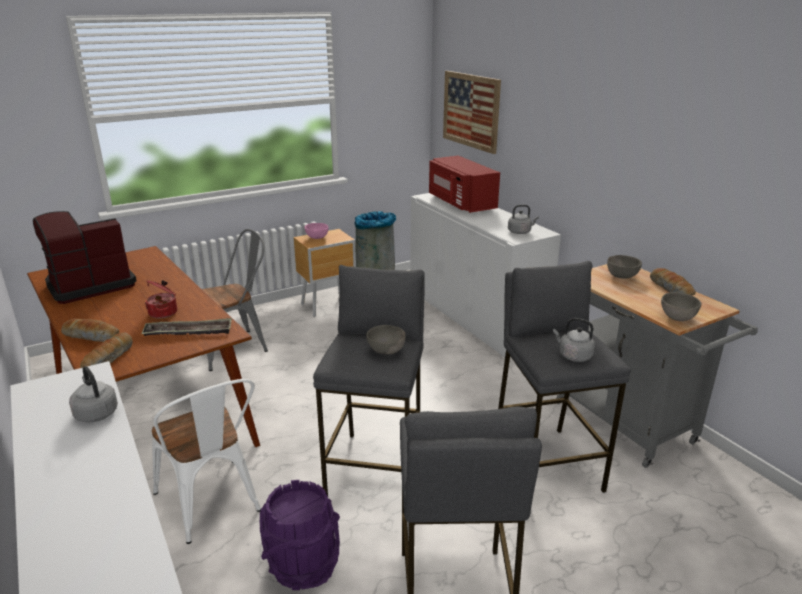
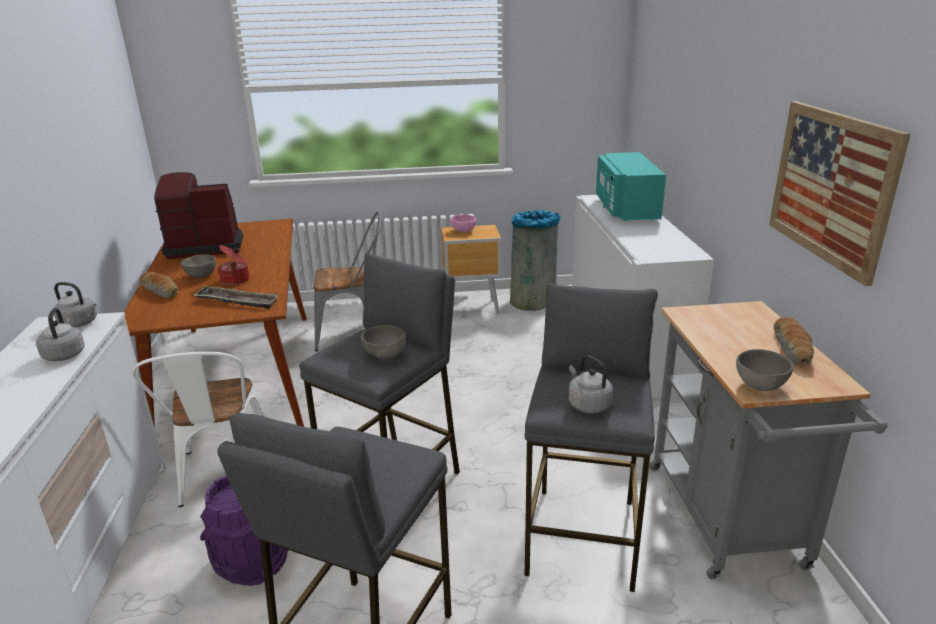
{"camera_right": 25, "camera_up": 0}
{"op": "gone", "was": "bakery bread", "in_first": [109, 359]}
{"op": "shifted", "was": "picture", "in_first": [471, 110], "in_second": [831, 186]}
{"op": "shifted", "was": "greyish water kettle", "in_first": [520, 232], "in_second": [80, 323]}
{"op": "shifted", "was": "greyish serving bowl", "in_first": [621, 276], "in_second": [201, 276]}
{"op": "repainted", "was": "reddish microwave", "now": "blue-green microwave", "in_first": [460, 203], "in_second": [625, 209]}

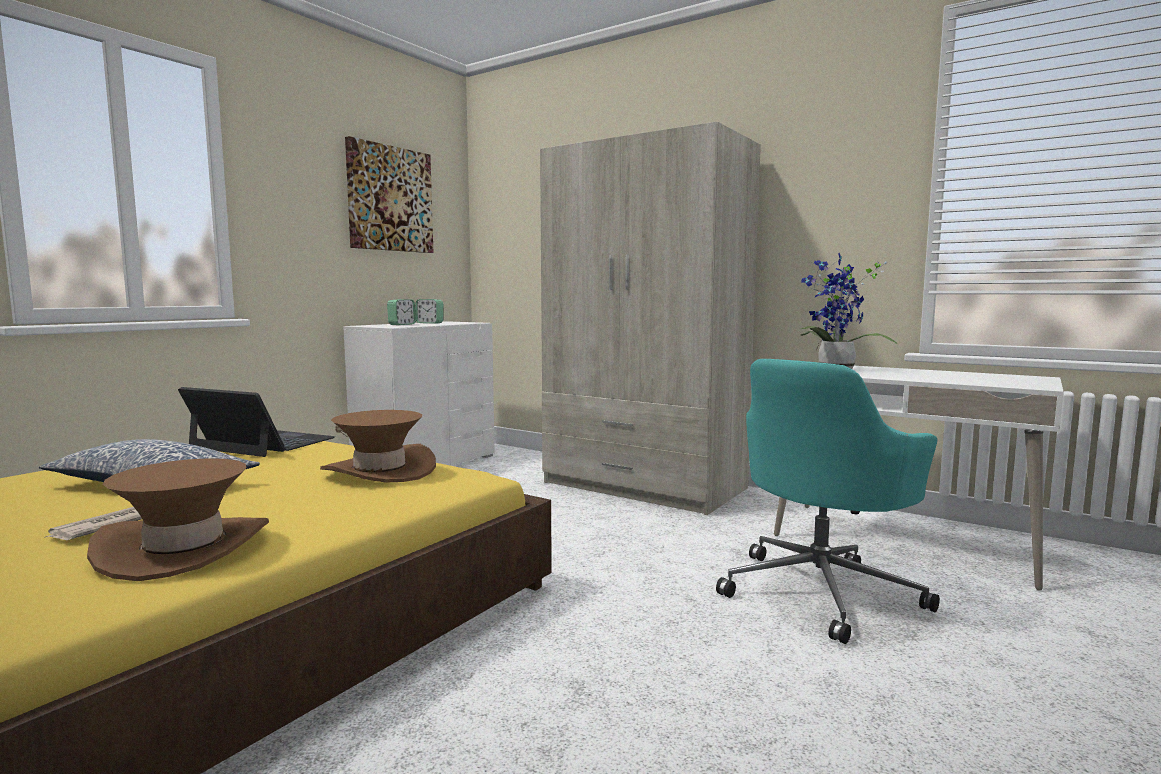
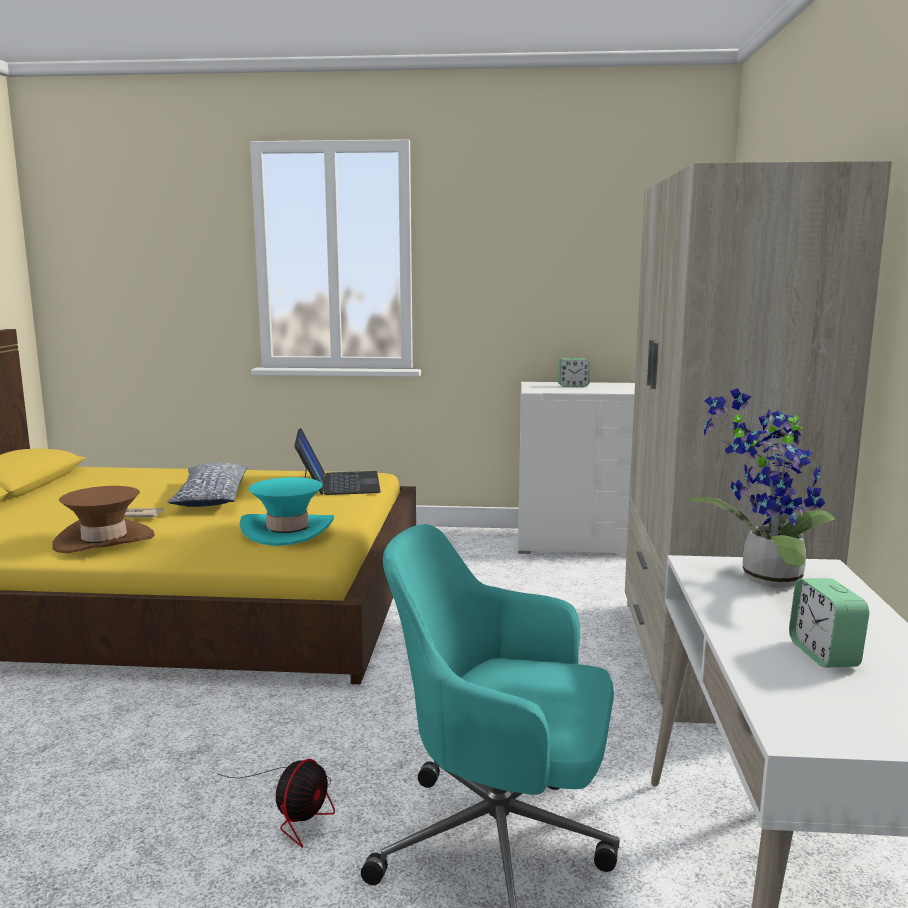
{"camera_right": 60, "camera_up": 5}
{"op": "gone", "was": "picture", "in_first": [389, 199]}
{"op": "new", "now": "electric fan", "in_second": [297, 808]}
{"op": "shifted", "was": "bedside clock", "in_first": [429, 323], "in_second": [823, 654]}
{"op": "repainted", "was": "brown wearable hat", "now": "blue-green wearable hat", "in_first": [379, 471], "in_second": [287, 530]}

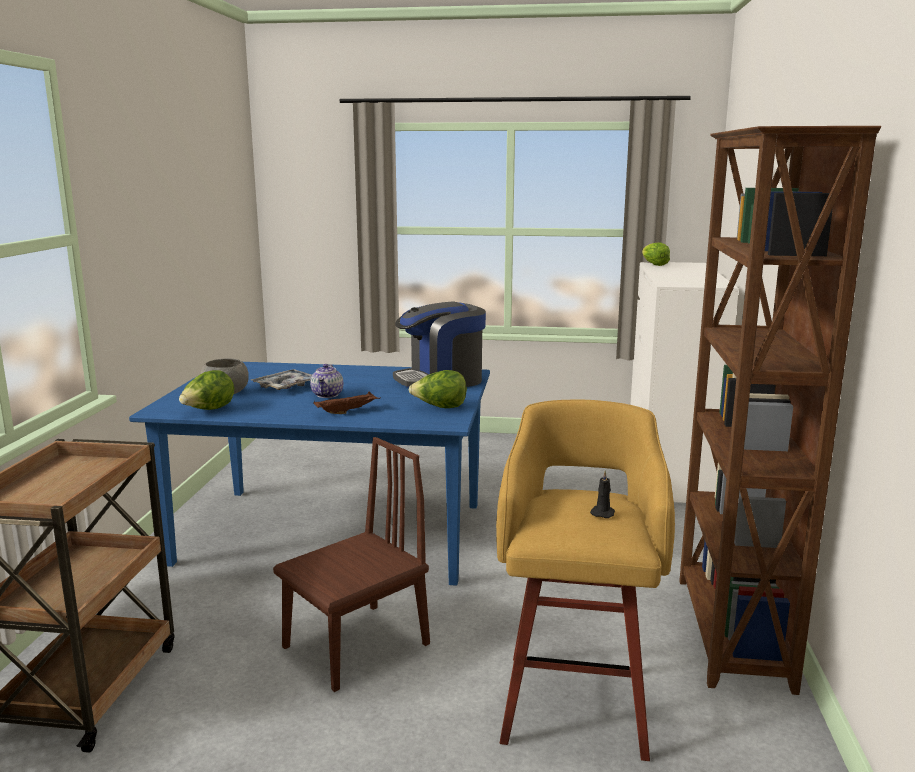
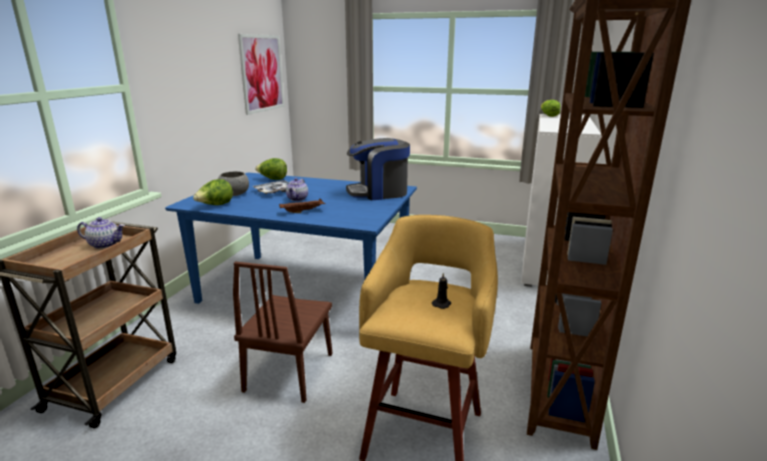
{"camera_right": 10, "camera_up": 5}
{"op": "new", "now": "teapot", "in_second": [105, 244]}
{"op": "new", "now": "picture", "in_second": [262, 73]}
{"op": "shifted", "was": "head of lettuce", "in_first": [440, 408], "in_second": [272, 179]}
{"op": "rotated", "was": "brown upright chair", "in_first": [356, 645], "in_second": [289, 371], "clockwise": 135}

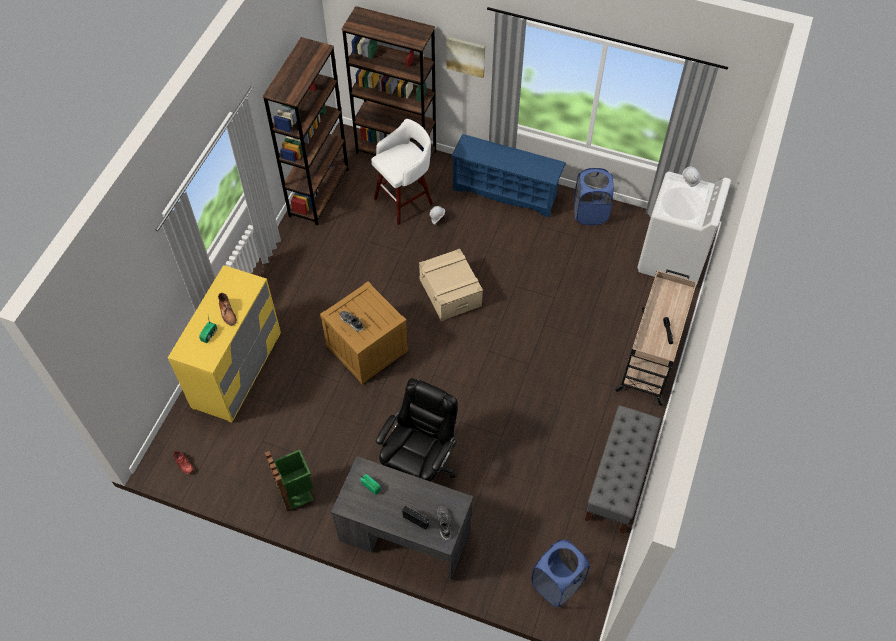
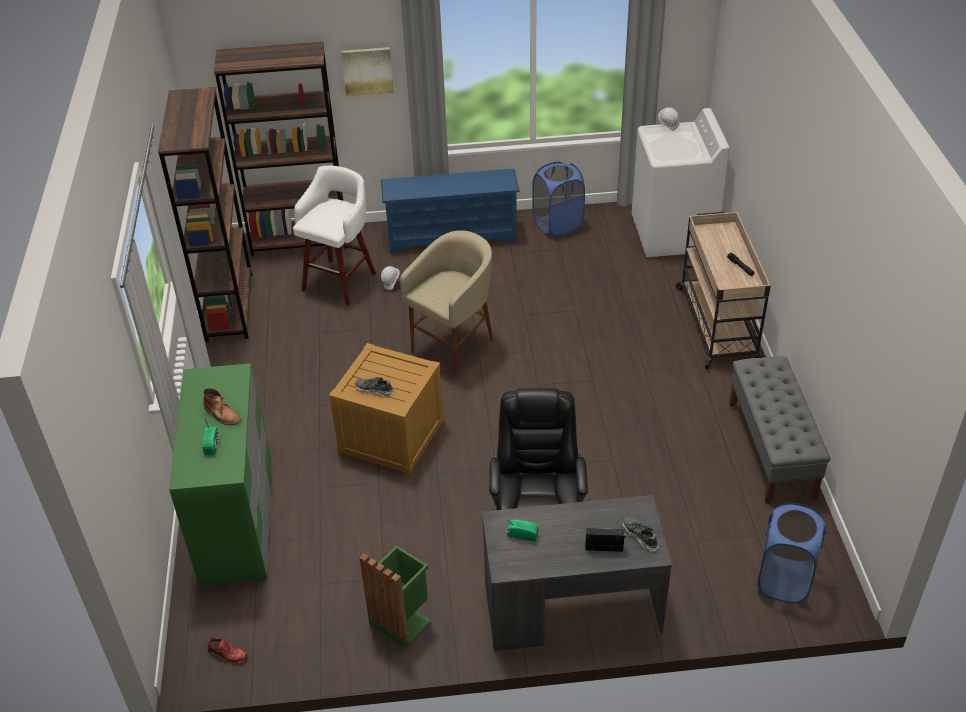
{"camera_right": -25, "camera_up": -15}
{"op": "swapped", "was": "beige-coloured storage box", "now": "beige-coloured stool", "in_first": [450, 292], "in_second": [454, 347]}
{"op": "repainted", "was": "yellowish chest of drawers", "now": "green chest of drawers", "in_first": [237, 370], "in_second": [237, 521]}

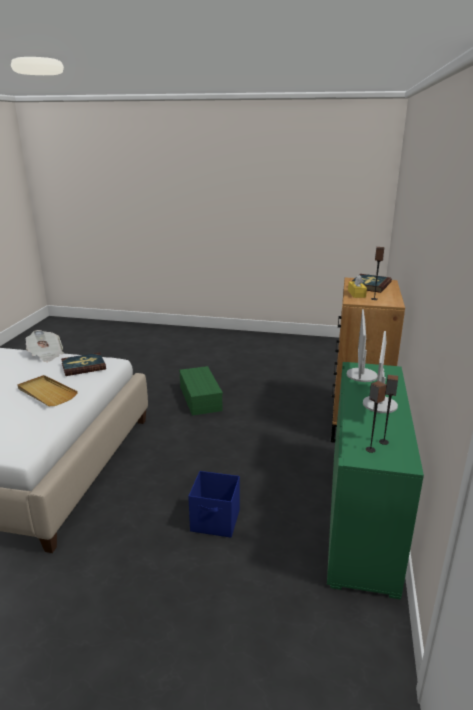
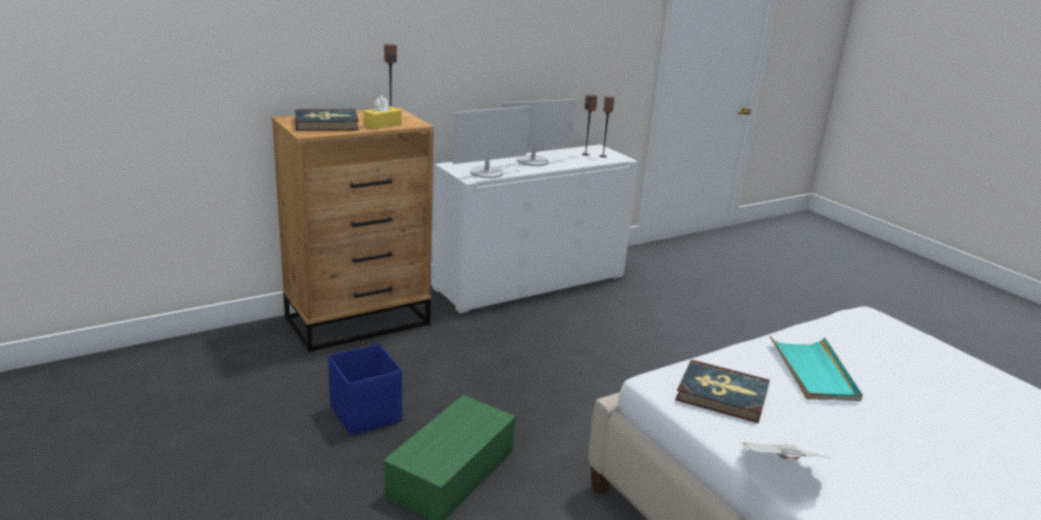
{"camera_right": -135, "camera_up": 0}
{"op": "shifted", "was": "bluish storage box", "in_first": [216, 521], "in_second": [365, 413]}
{"op": "repainted", "was": "beige-coloured serving tray", "now": "blue-green serving tray", "in_first": [46, 393], "in_second": [813, 371]}
{"op": "repainted", "was": "green cupboard", "now": "whitish cupboard", "in_first": [361, 516], "in_second": [530, 282]}

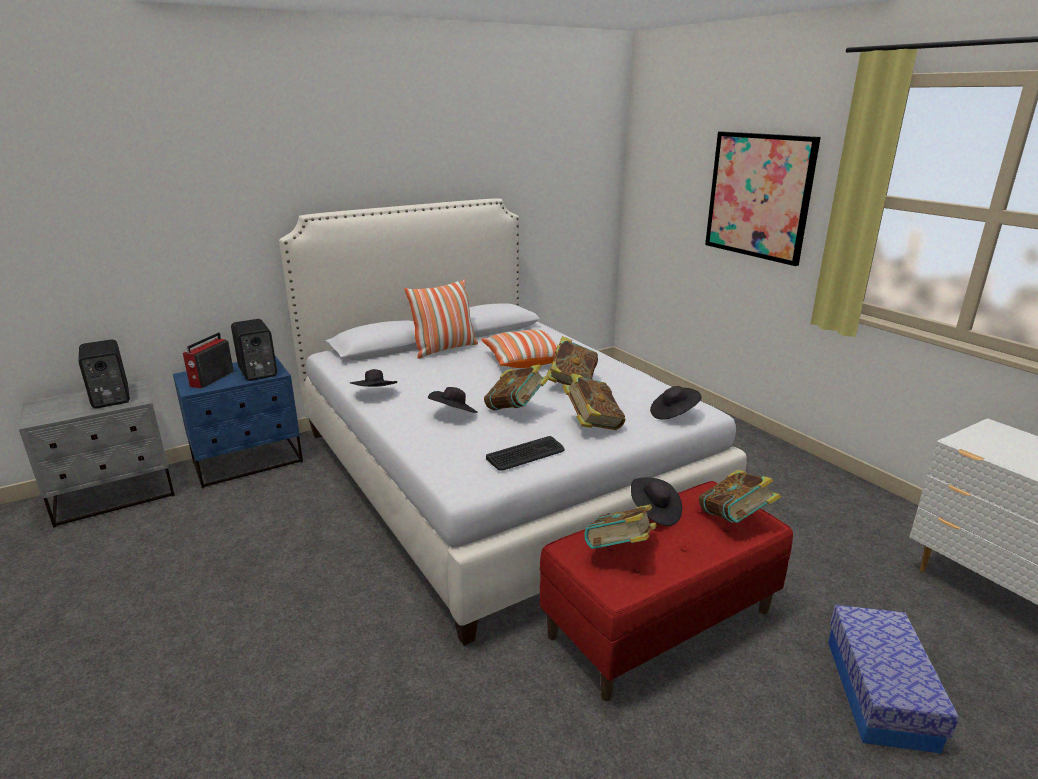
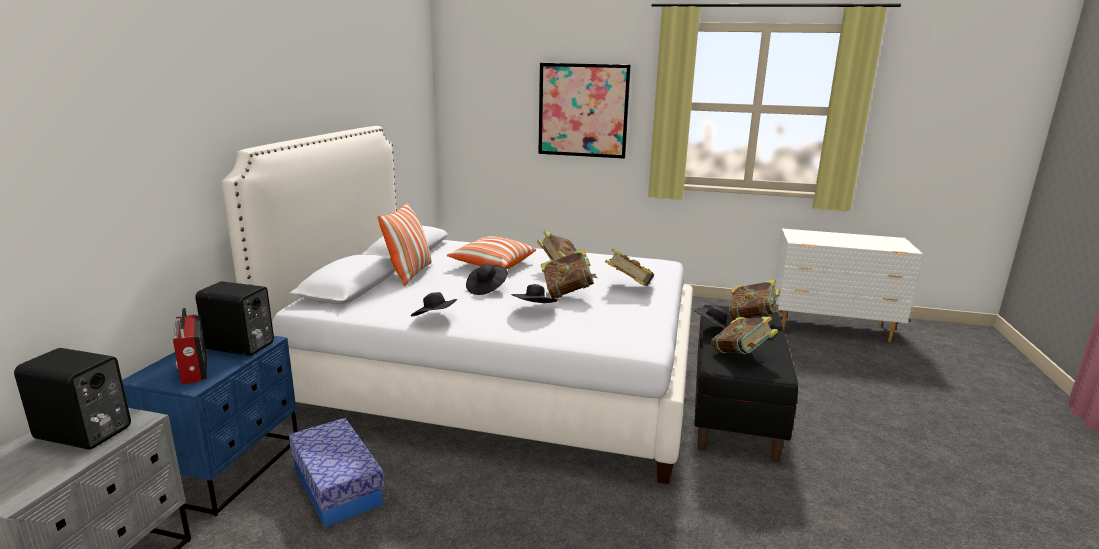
{"camera_right": -45, "camera_up": -5}
{"op": "gone", "was": "PC keyboard", "in_first": [526, 454]}
{"op": "shifted", "was": "black-coloured wearable hat", "in_first": [673, 414], "in_second": [487, 289]}
{"op": "shifted", "was": "storage box", "in_first": [879, 692], "in_second": [337, 486]}
{"op": "repainted", "was": "reddish long seat", "now": "black-coloured long seat", "in_first": [660, 622], "in_second": [734, 410]}

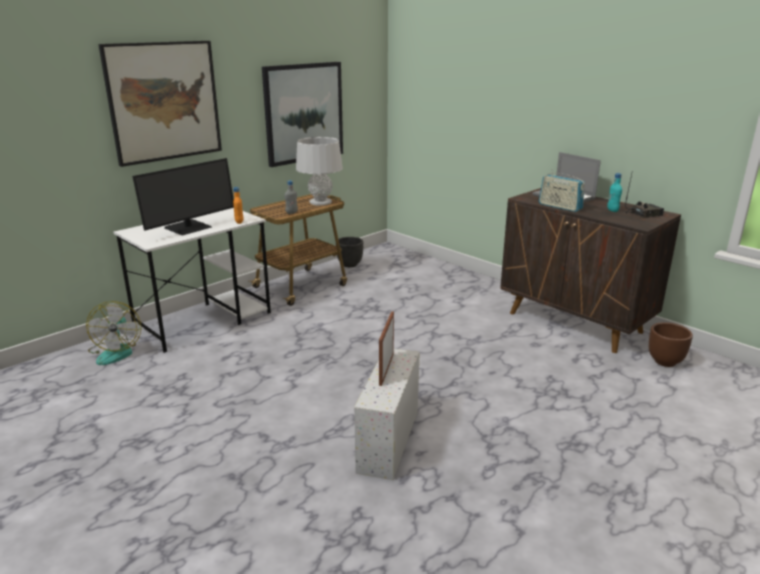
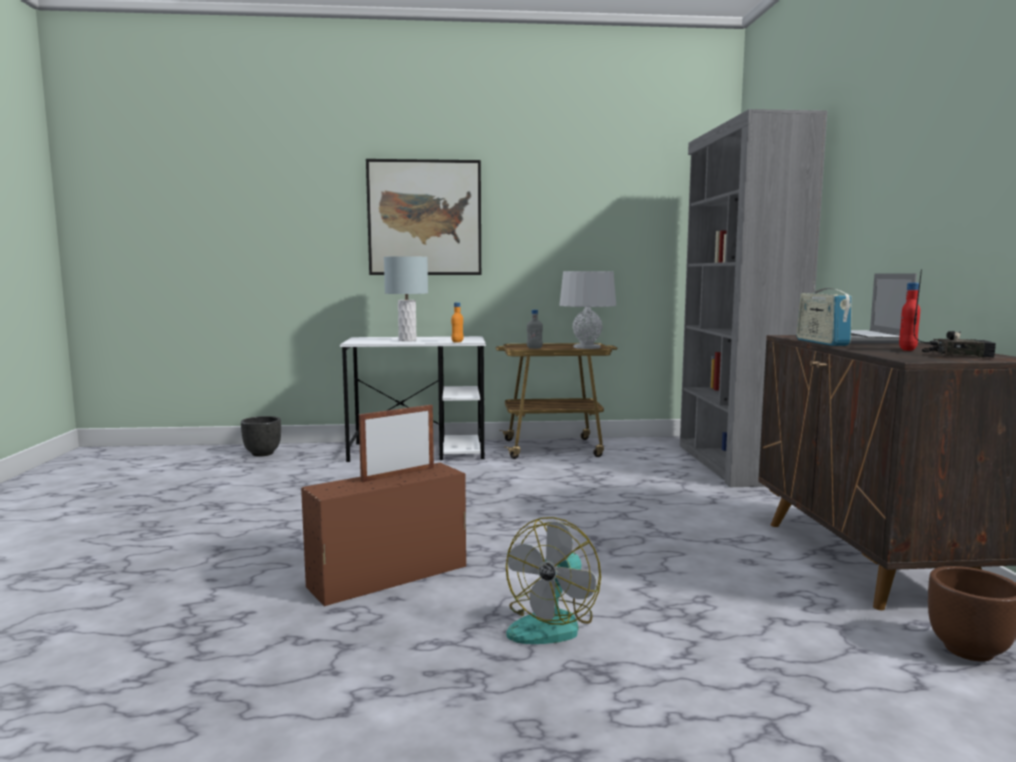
{"camera_right": 40, "camera_up": -15}
{"op": "gone", "was": "picture", "in_first": [304, 113]}
{"op": "new", "now": "greyish bookcase", "in_second": [733, 464]}
{"op": "shifted", "was": "electric fan", "in_first": [116, 351], "in_second": [552, 624]}
{"op": "shifted", "was": "black-coloured plant pot", "in_first": [350, 264], "in_second": [263, 454]}
{"op": "swapped", "was": "computer screen", "now": "greyish table lamp", "in_first": [188, 228], "in_second": [407, 340]}
{"op": "repainted", "was": "whitish storage box", "now": "brown storage box", "in_first": [388, 441], "in_second": [386, 577]}
{"op": "repainted", "was": "blue-green beverage bottle", "now": "reddish beverage bottle", "in_first": [612, 210], "in_second": [907, 349]}

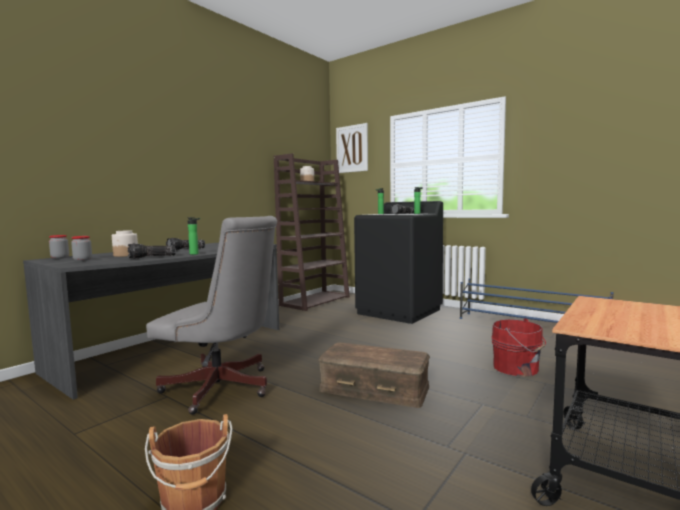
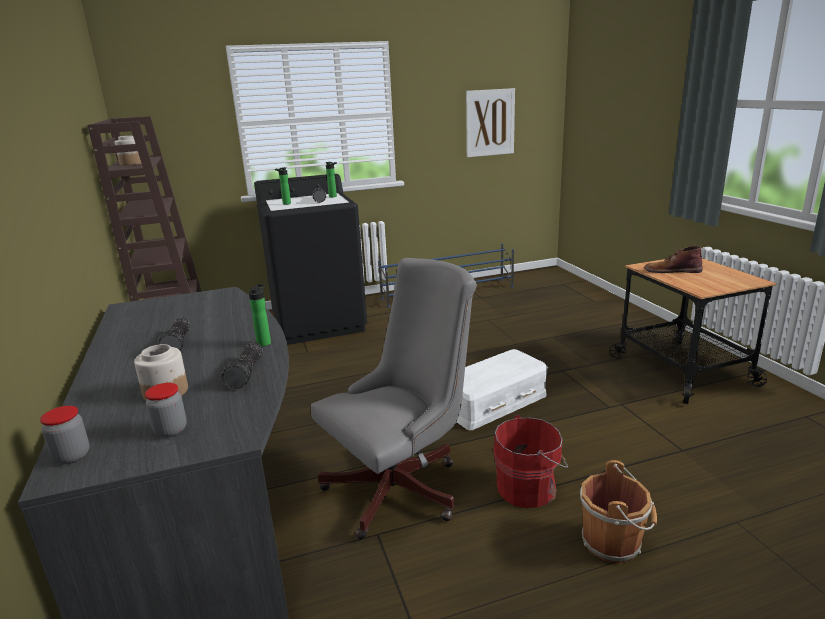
{"camera_right": -55, "camera_up": 15}
{"op": "new", "now": "brown boot", "in_second": [671, 270]}
{"op": "shifted", "was": "picture", "in_first": [352, 149], "in_second": [490, 123]}
{"op": "shifted", "was": "reddish water bucket", "in_first": [517, 368], "in_second": [529, 487]}
{"op": "repainted", "was": "brown storage box", "now": "whitish storage box", "in_first": [374, 389], "in_second": [493, 402]}

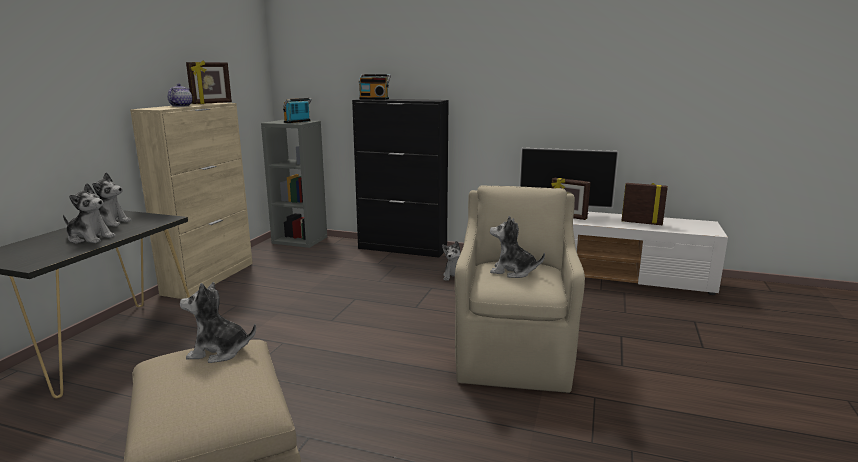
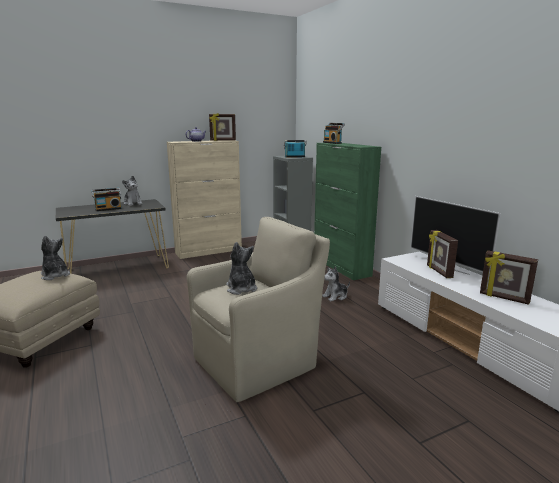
{"camera_right": 45, "camera_up": 0}
{"op": "swapped", "was": "soft toy", "now": "radio", "in_first": [90, 238], "in_second": [108, 209]}
{"op": "repainted", "was": "black-coloured cupboard", "now": "green cupboard", "in_first": [403, 249], "in_second": [341, 266]}
{"op": "rotated", "was": "photo frame", "in_first": [641, 223], "in_second": [504, 298], "clockwise": 150}

